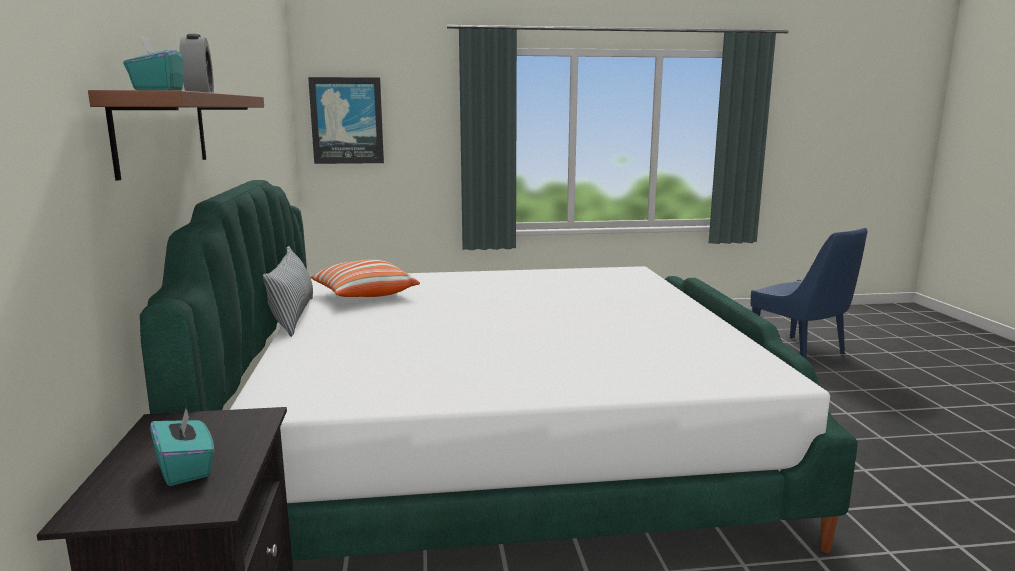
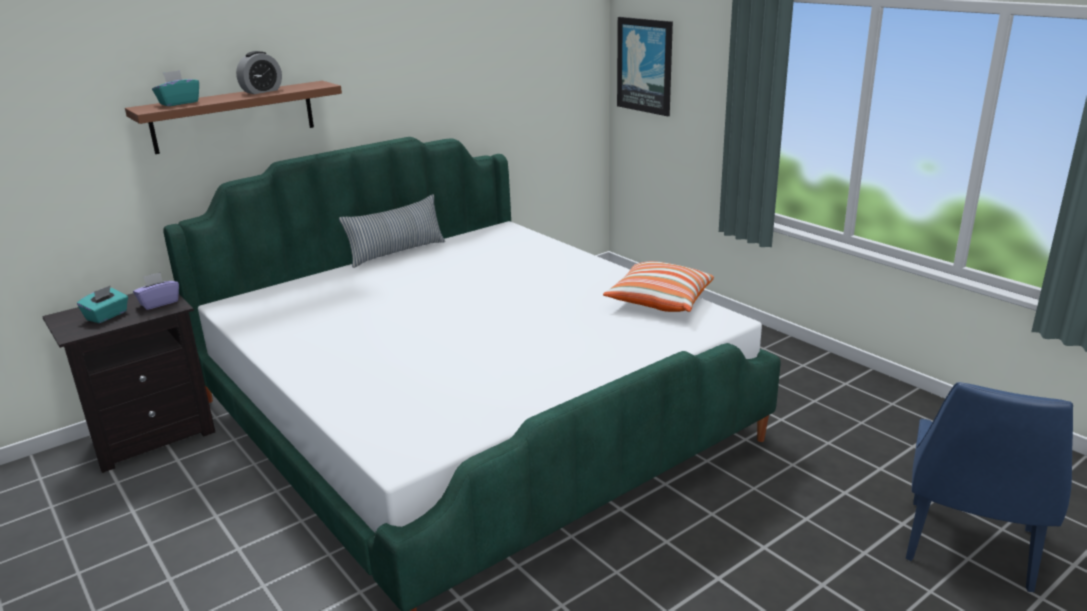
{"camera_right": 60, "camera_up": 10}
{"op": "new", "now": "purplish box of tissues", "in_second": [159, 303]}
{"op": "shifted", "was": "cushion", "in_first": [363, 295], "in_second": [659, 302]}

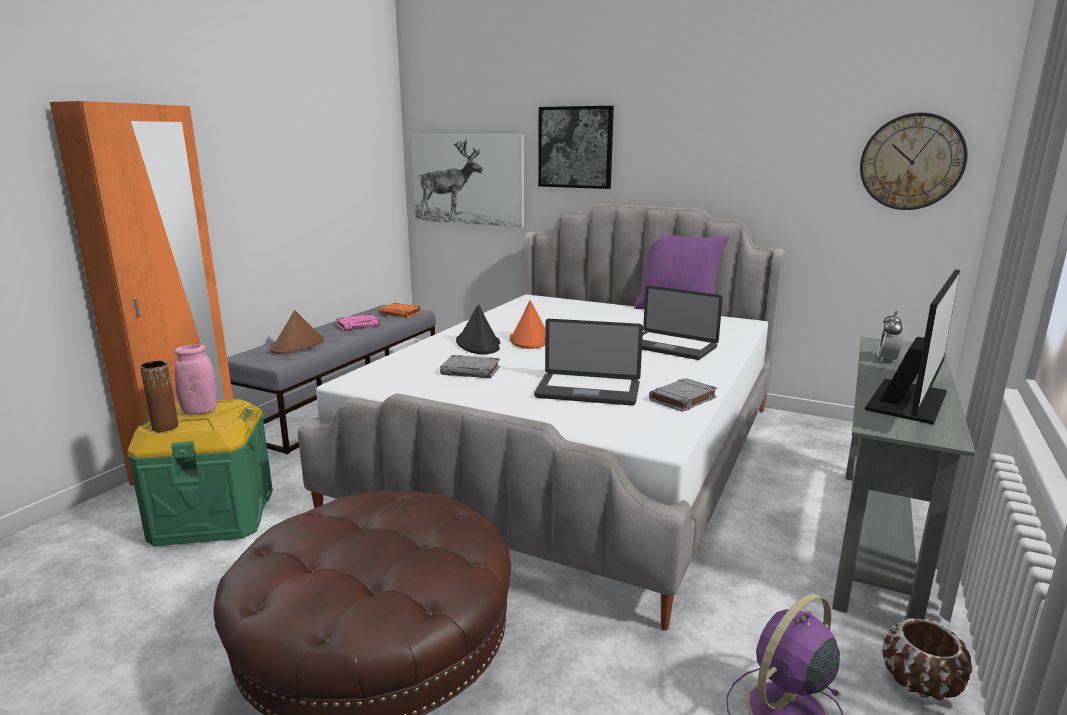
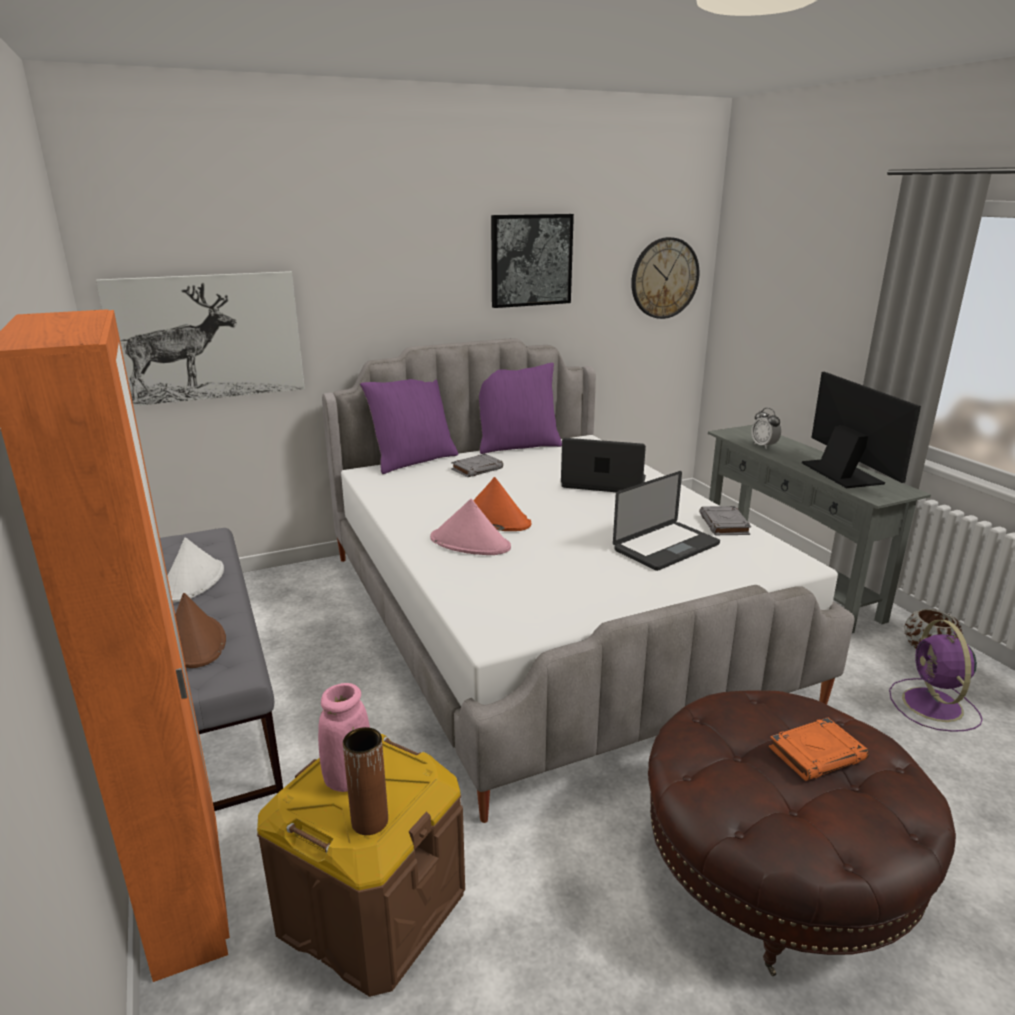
{"camera_right": -50, "camera_up": 5}
{"op": "new", "now": "purplish cushion", "in_second": [413, 460]}
{"op": "shifted", "was": "orange book", "in_first": [401, 313], "in_second": [817, 753]}
{"op": "shifted", "was": "greyish book", "in_first": [471, 371], "in_second": [477, 469]}
{"op": "shifted", "was": "picture", "in_first": [575, 147], "in_second": [531, 260]}
{"op": "swapped", "was": "pink book", "now": "whitish wearable hat", "in_first": [358, 325], "in_second": [193, 582]}
{"op": "repainted", "was": "green storage box", "now": "brown storage box", "in_first": [213, 516], "in_second": [371, 908]}
{"op": "repainted", "was": "black-coloured wearable hat", "now": "pink wearable hat", "in_first": [478, 344], "in_second": [470, 543]}
{"op": "rotated", "was": "laptop", "in_first": [670, 347], "in_second": [603, 483], "clockwise": -150}

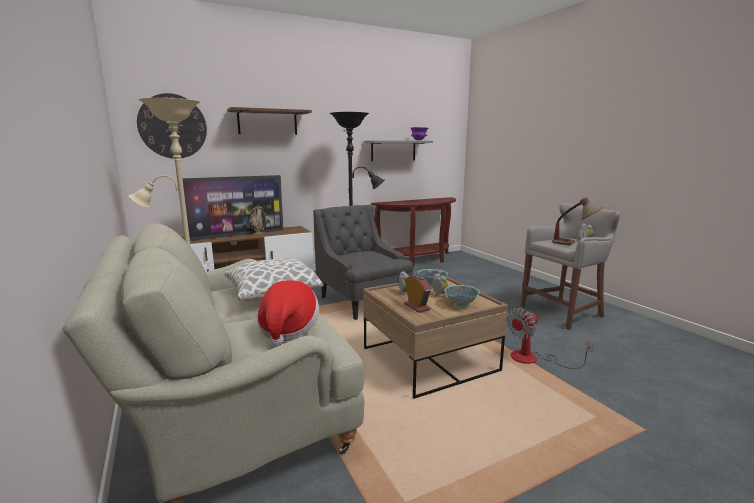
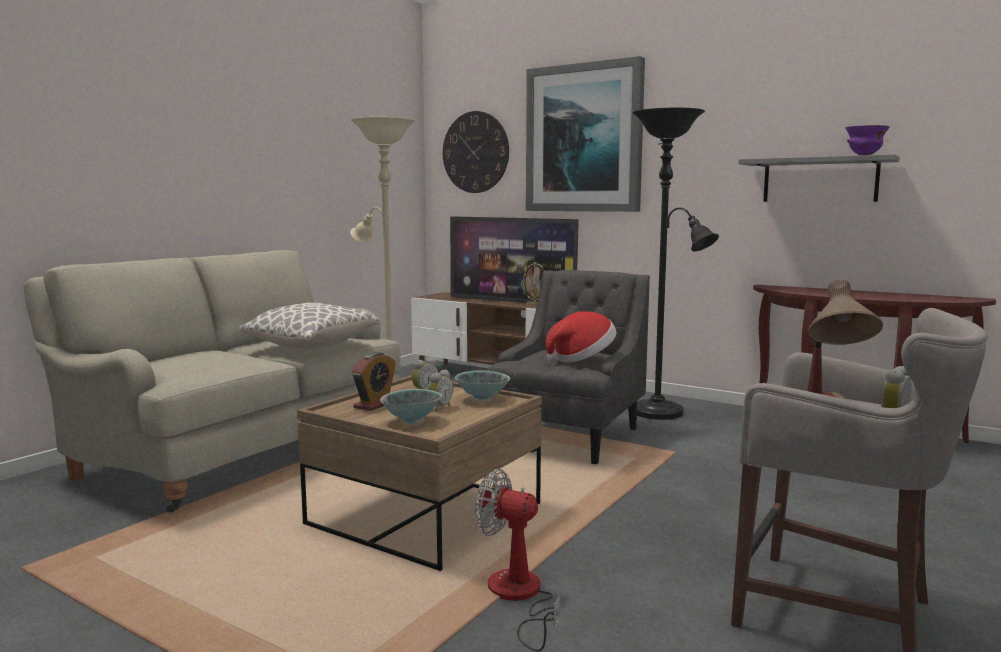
{"camera_right": 60, "camera_up": -5}
{"op": "shifted", "was": "wearable hat", "in_first": [288, 329], "in_second": [582, 359]}
{"op": "swapped", "was": "brown wall shelf", "now": "picture", "in_first": [267, 122], "in_second": [584, 139]}

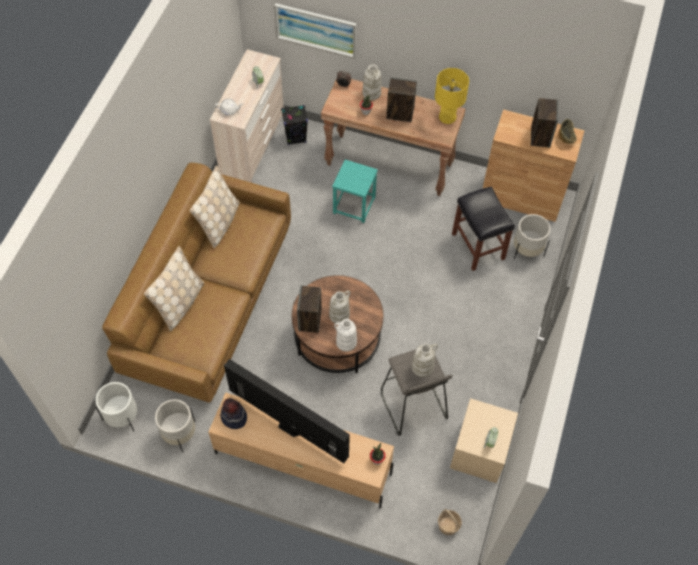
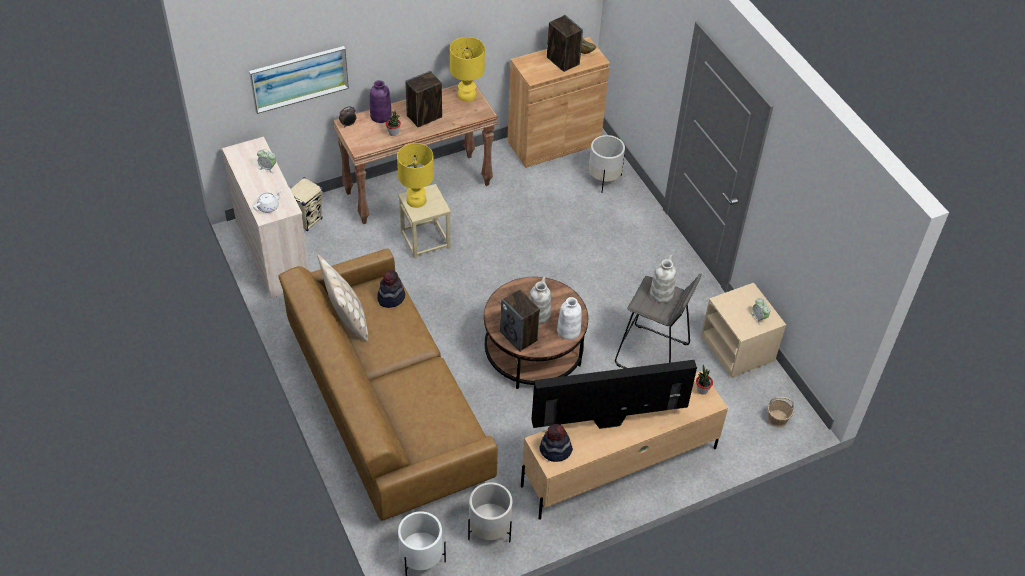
{"camera_right": -45, "camera_up": -10}
{"op": "gone", "was": "beige-coloured cushion", "in_first": [180, 303]}
{"op": "gone", "was": "black-coloured stool", "in_first": [478, 247]}
{"op": "new", "now": "wearable hat", "in_second": [391, 297]}
{"op": "new", "now": "yellowish table lamp", "in_second": [417, 200]}
{"op": "repainted", "was": "black-coloured audio speaker", "now": "beige-coloured audio speaker", "in_first": [296, 137], "in_second": [307, 221]}
{"op": "repainted", "was": "blue-green stool", "now": "beige-coloured stool", "in_first": [354, 205], "in_second": [426, 240]}
{"op": "repainted", "was": "whitish decorative vase", "now": "purplish decorative vase", "in_first": [372, 93], "in_second": [381, 116]}

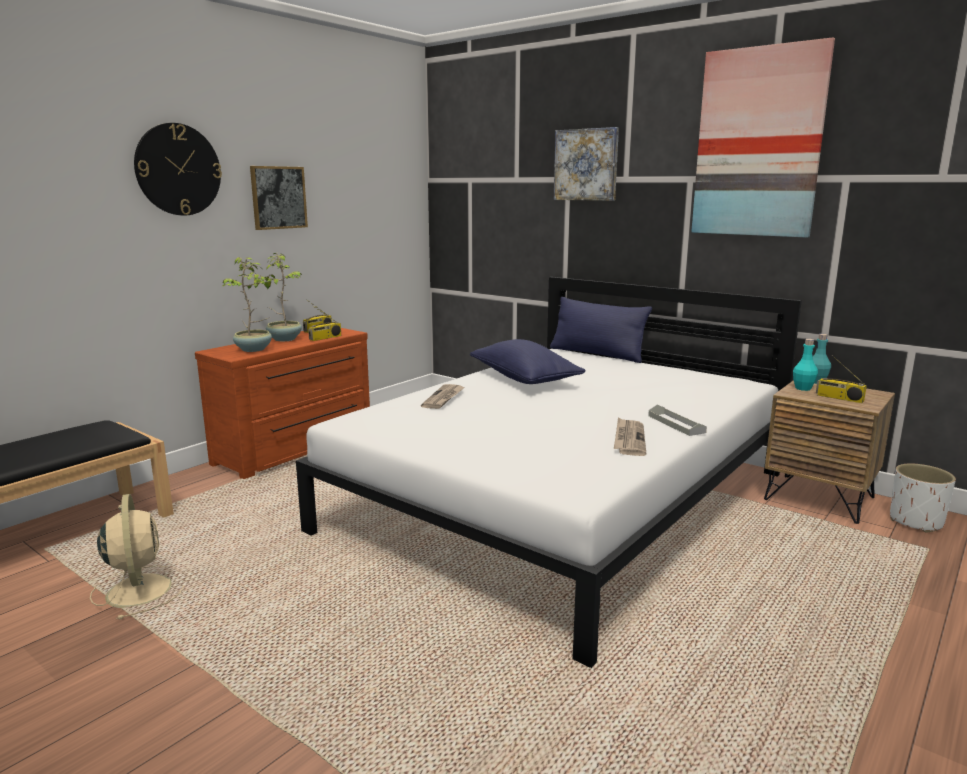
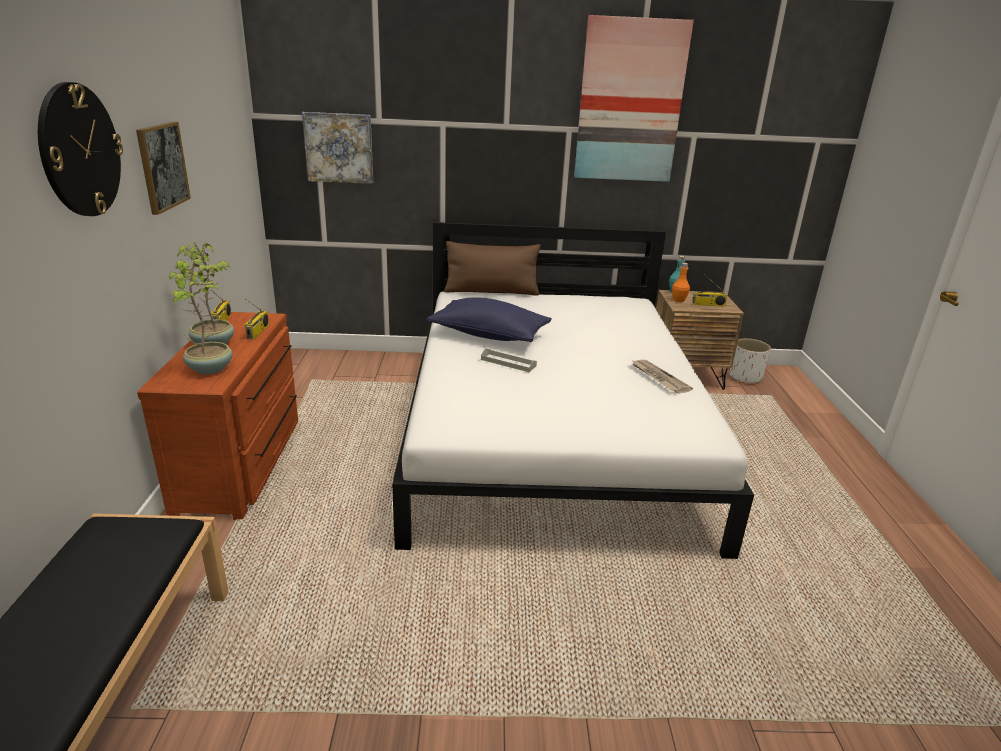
{"camera_right": -40, "camera_up": 10}
{"op": "gone", "was": "beige-coloured electric fan", "in_first": [139, 589]}
{"op": "gone", "was": "daily paper", "in_first": [444, 398]}
{"op": "shifted", "was": "picture", "in_first": [586, 165], "in_second": [339, 148]}
{"op": "shifted", "was": "greyish serving tray", "in_first": [676, 424], "in_second": [508, 363]}
{"op": "repainted", "was": "bluish cushion", "now": "brown cushion", "in_first": [597, 354], "in_second": [491, 292]}
{"op": "repainted", "was": "blue-green beverage bottle", "now": "orange beverage bottle", "in_first": [803, 388], "in_second": [678, 300]}

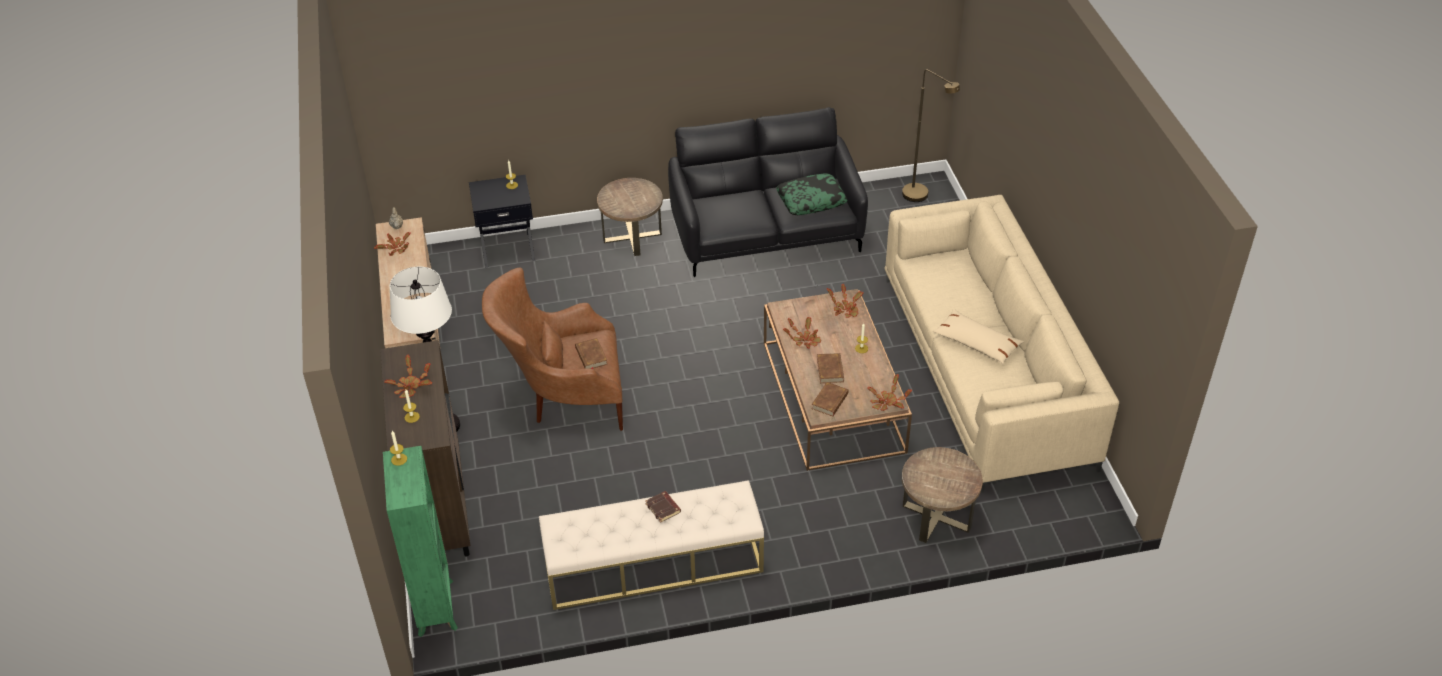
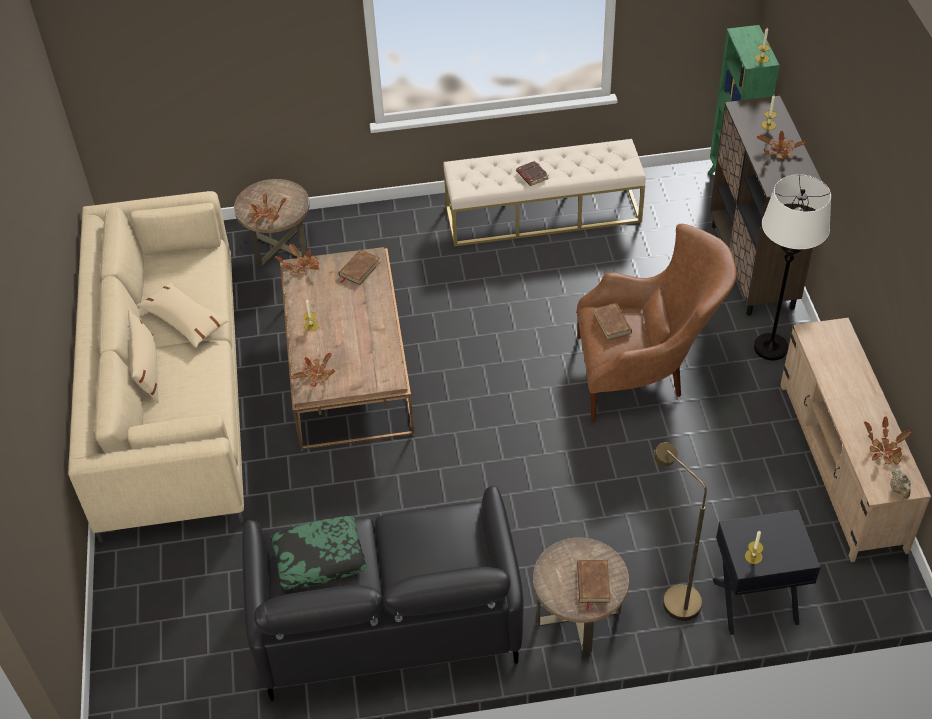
{"camera_right": -175, "camera_up": 5}
{"op": "new", "now": "beige-coloured cushion", "in_second": [147, 370]}
{"op": "shifted", "was": "potted plant", "in_first": [804, 340], "in_second": [266, 215]}
{"op": "shifted", "was": "brown book", "in_first": [830, 370], "in_second": [592, 583]}
{"op": "shifted", "was": "brown standing lamp", "in_first": [921, 197], "in_second": [673, 597]}

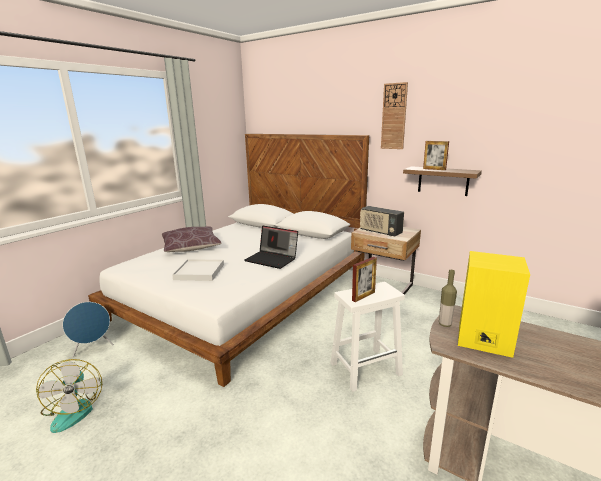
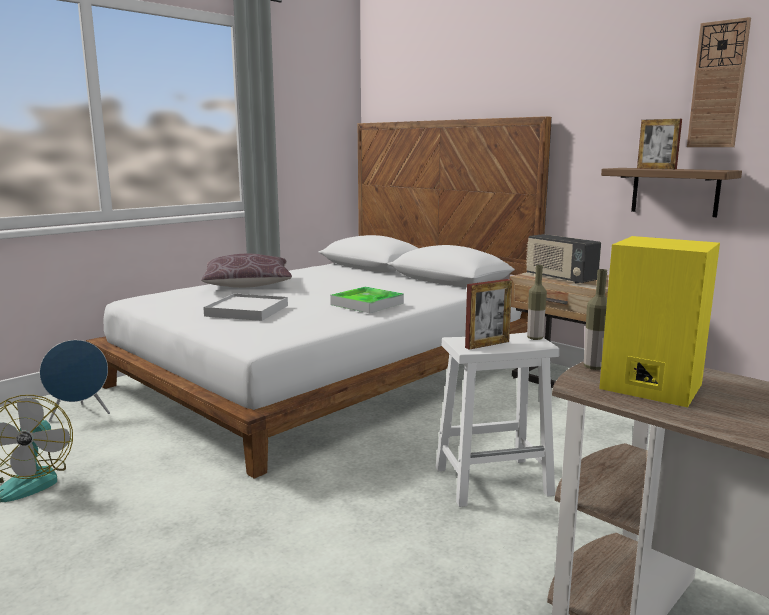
{"camera_right": 10, "camera_up": -5}
{"op": "new", "now": "beverage bottle", "in_second": [534, 338]}
{"op": "shifted", "was": "clock on the wall", "in_first": [394, 116], "in_second": [718, 85]}
{"op": "swapped", "was": "laptop", "now": "serving tray", "in_first": [272, 259], "in_second": [367, 304]}

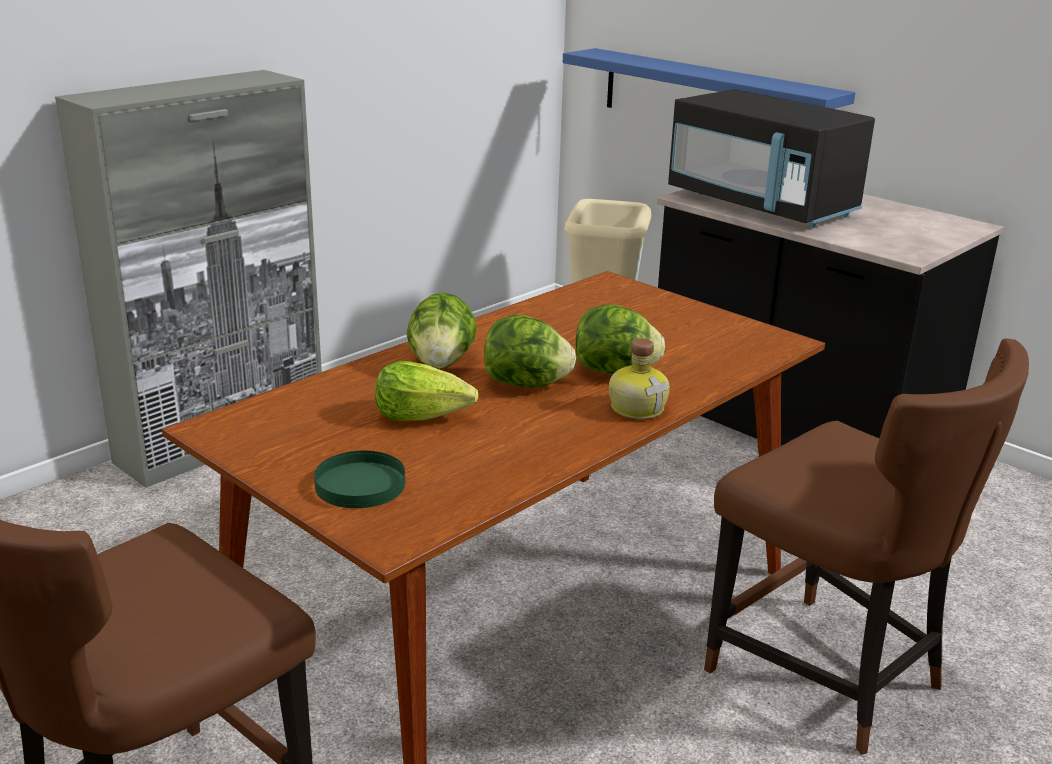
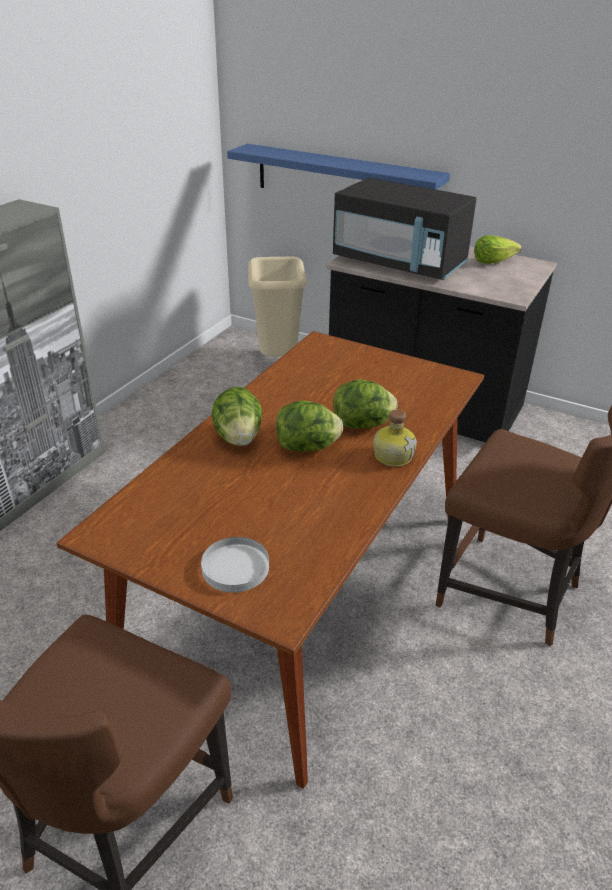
{"camera_right": -15, "camera_up": 10}
{"op": "shifted", "was": "head of lettuce", "in_first": [422, 416], "in_second": [493, 261]}
{"op": "repainted", "was": "green dinner plate", "now": "whitish dinner plate", "in_first": [361, 484], "in_second": [235, 567]}

